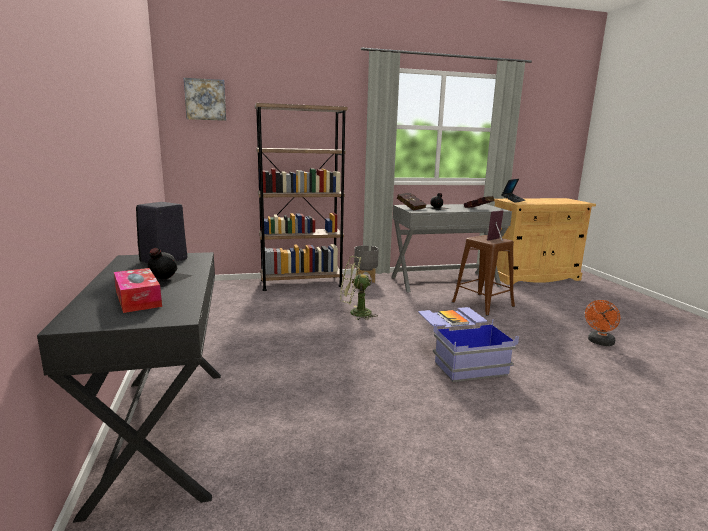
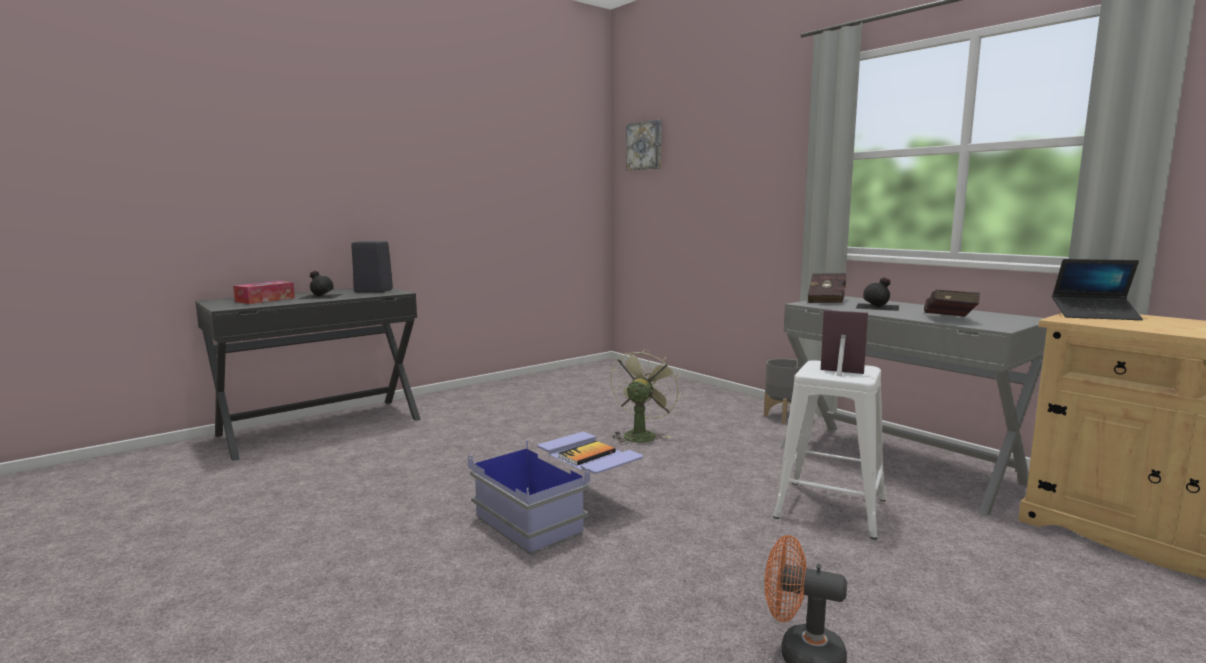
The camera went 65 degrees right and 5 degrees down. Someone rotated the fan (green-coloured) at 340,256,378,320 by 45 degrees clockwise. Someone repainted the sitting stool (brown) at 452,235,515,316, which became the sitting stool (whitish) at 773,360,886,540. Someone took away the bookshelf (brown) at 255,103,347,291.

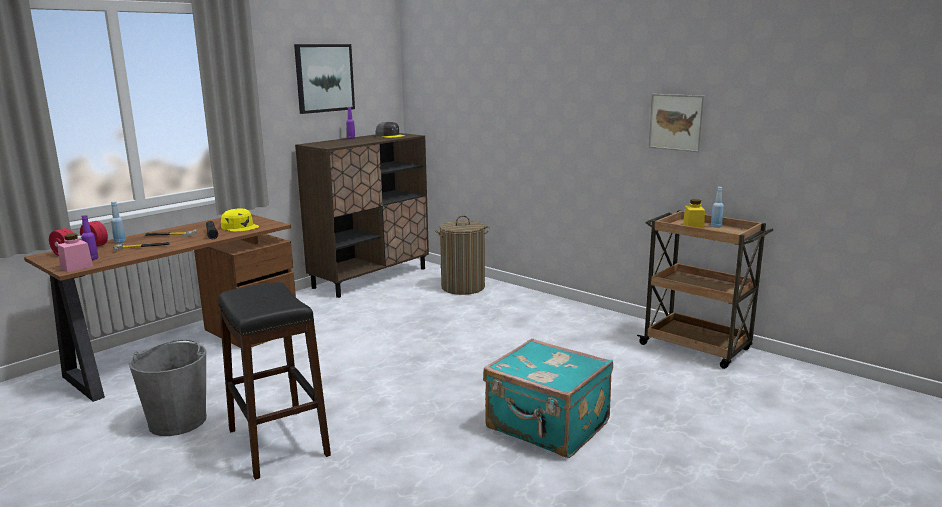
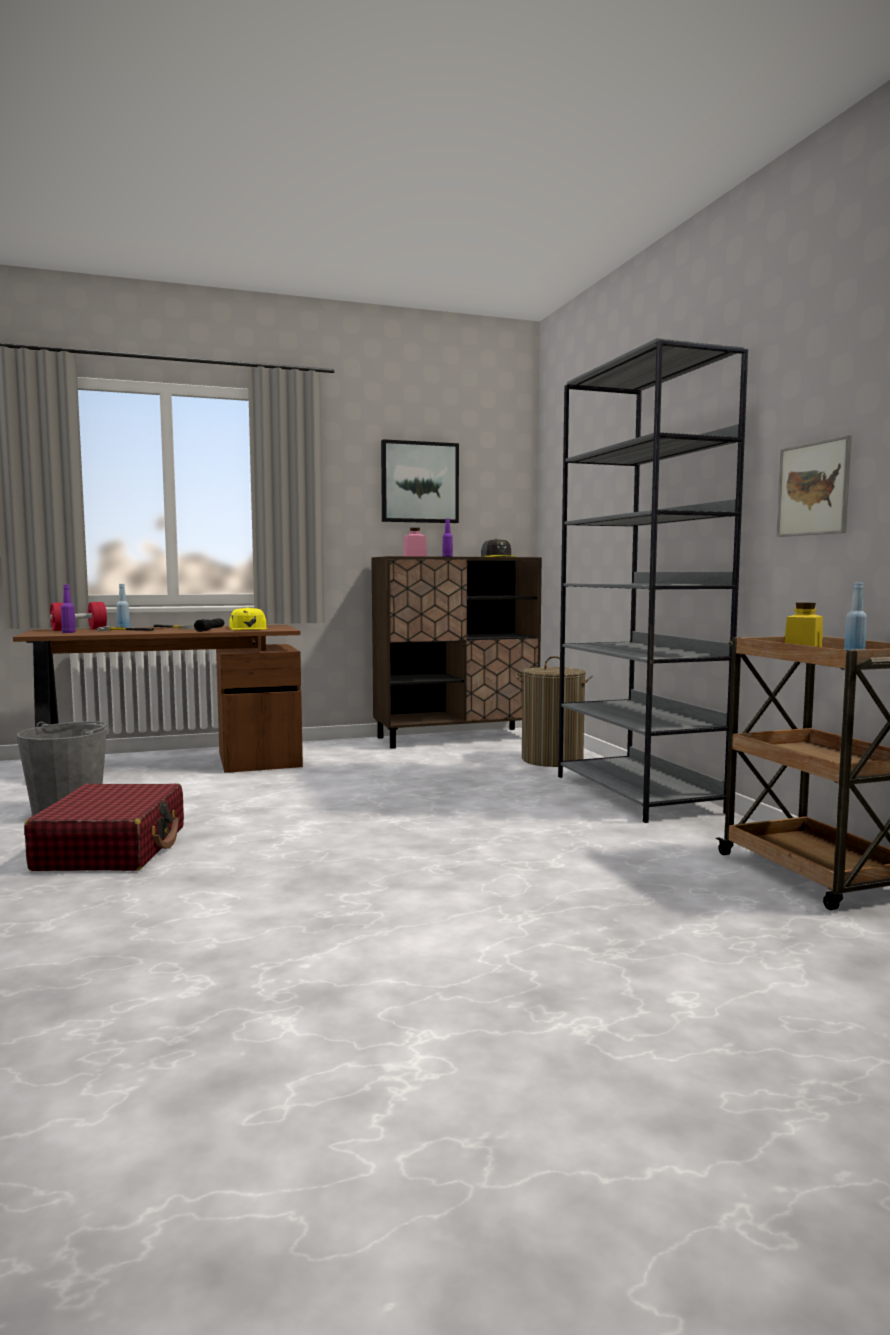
The camera went 30 degrees right and 10 degrees down. Someone swapped the sitting stool (black) at 218,282,331,480 for the travel case (red-coloured) at 24,784,184,871. Someone carried the jar (pink-coloured) from 57,234,93,272 to 403,528,427,557. Someone put down the bookshelf (greyish) at 558,338,748,823. Someone took away the travel case (turquoise-coloured) at 483,338,613,458.

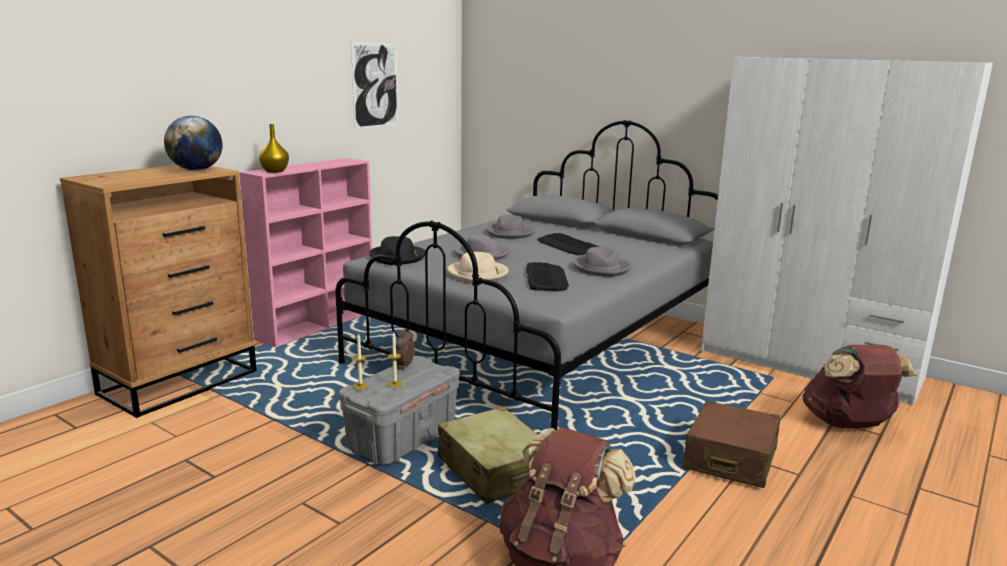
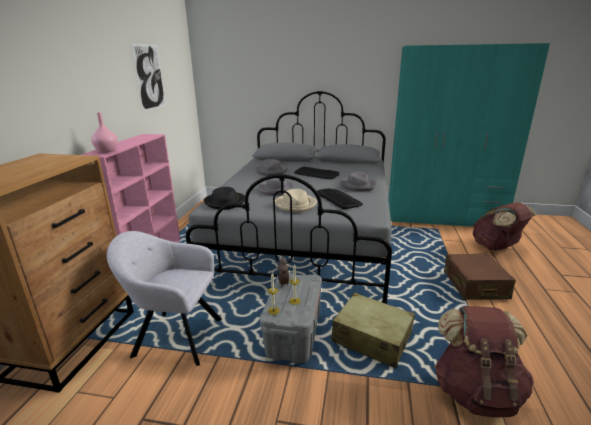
The camera went 25 degrees left and 5 degrees up. Someone repainted the decorative vase (yellow-coloured) at 259,124,289,173, which became the decorative vase (pink-coloured) at 91,112,118,153. Someone put down the armchair (greyish) at 107,231,222,366. Someone repainted the clothes cupboard (whitish) at 701,57,993,405, which became the clothes cupboard (turquoise-coloured) at 388,43,550,227. Someone took away the desk globe at 164,116,222,171.

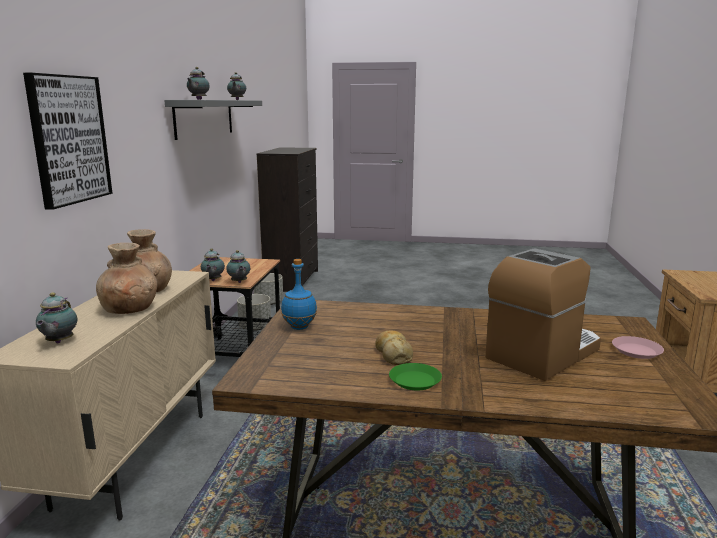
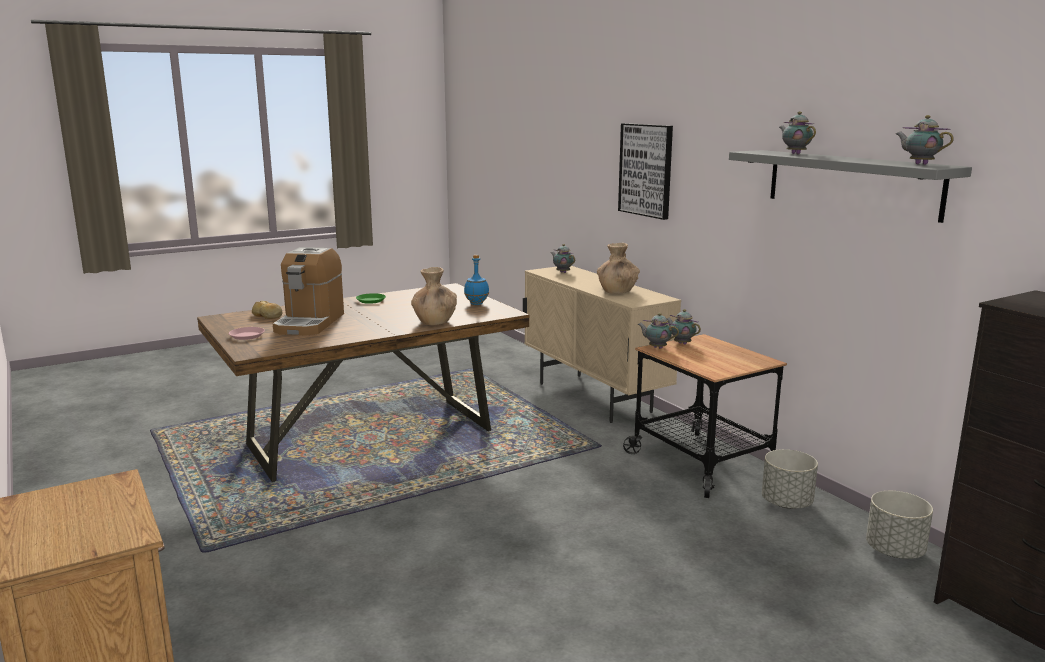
The camera went 140 degrees right and 0 degrees up. Someone carried the bakery bread from 375,331,413,365 to 252,301,282,319. Someone carried the decorative vase (brown) from 96,243,157,314 to 411,267,457,325.

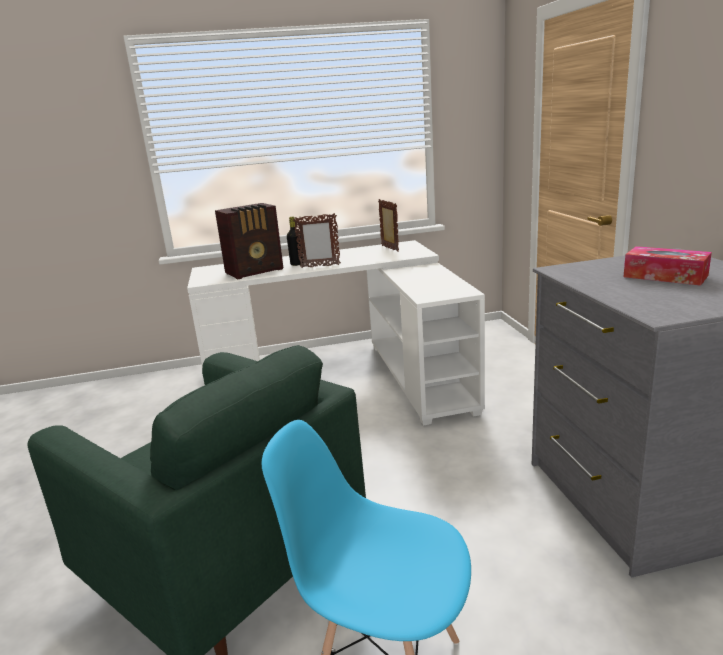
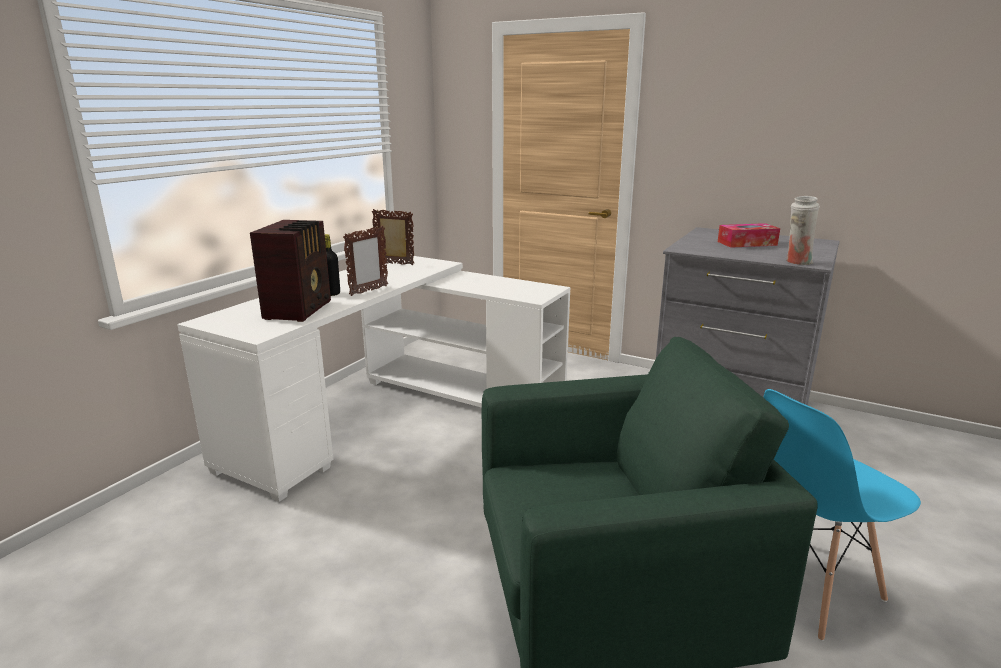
The camera went 50 degrees left and 0 degrees up. Someone put down the decorative vase (whitish) at 786,196,820,265.

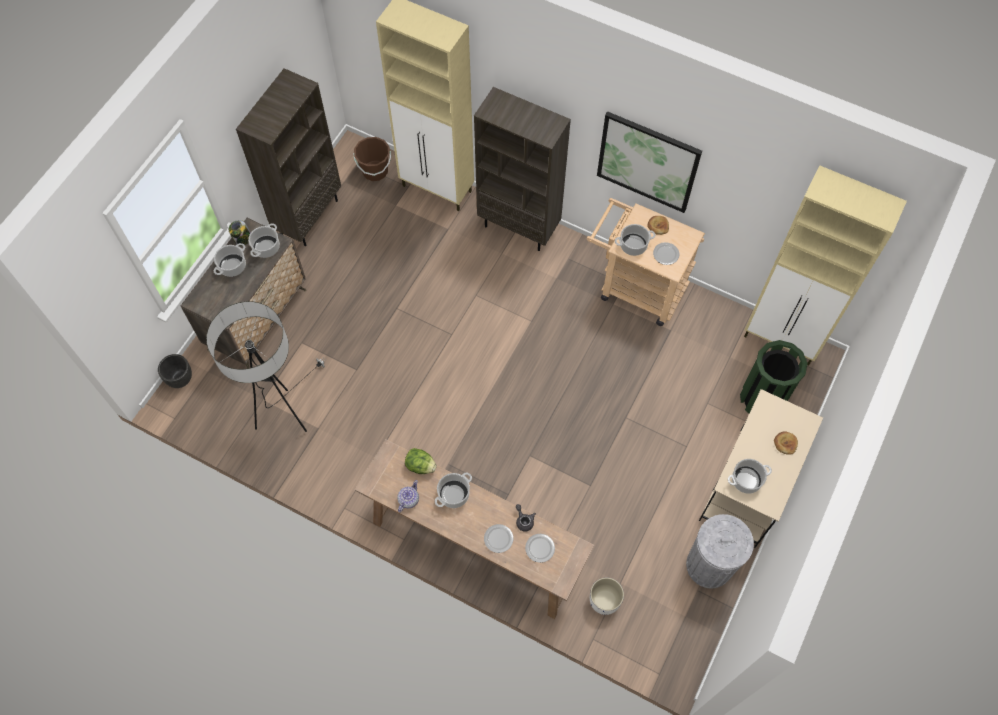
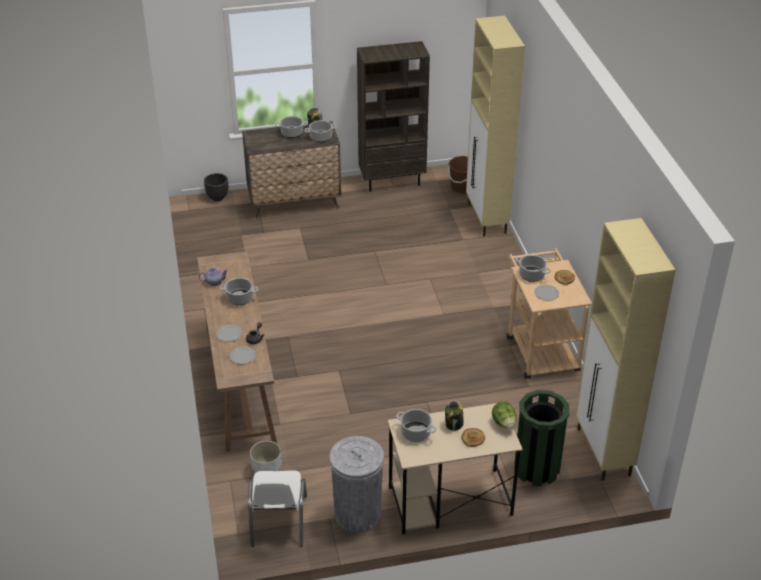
The camera went 50 degrees right and 25 degrees down. Someone put down the upright chair (whitish) at 248,470,307,547. Someone put down the jar at 445,401,464,431. Someone carried the lettuce from 405,448,437,474 to 492,401,517,430. Someone took away the standard lamp at 206,301,326,432. Someone took away the bookshelf (brown) at 474,87,571,251. Someone took away the wall art at 597,111,702,213.

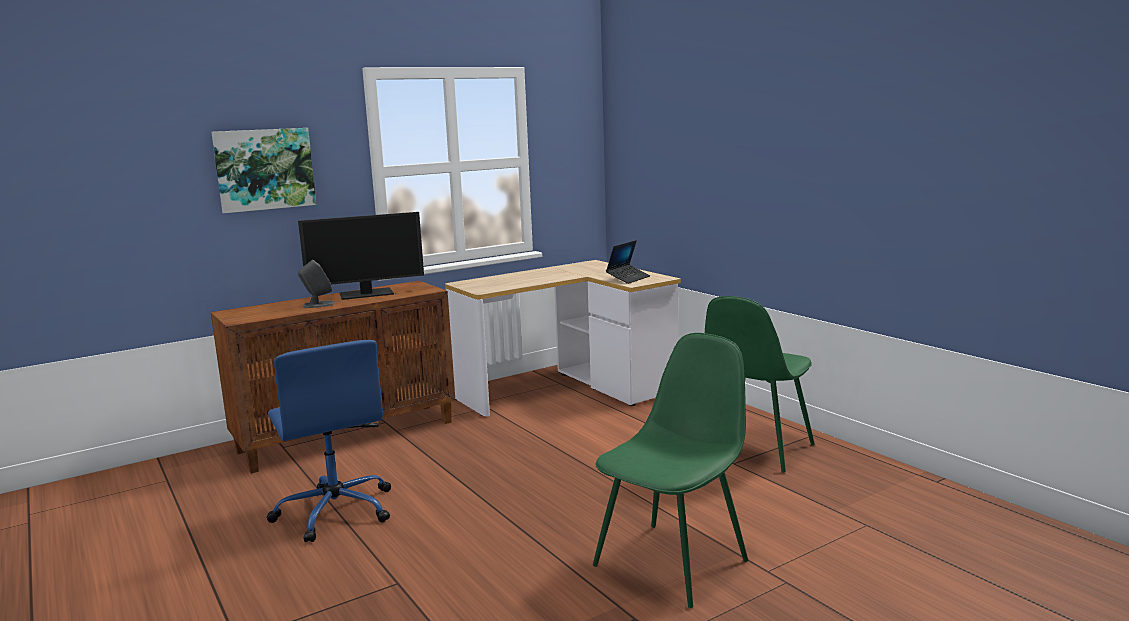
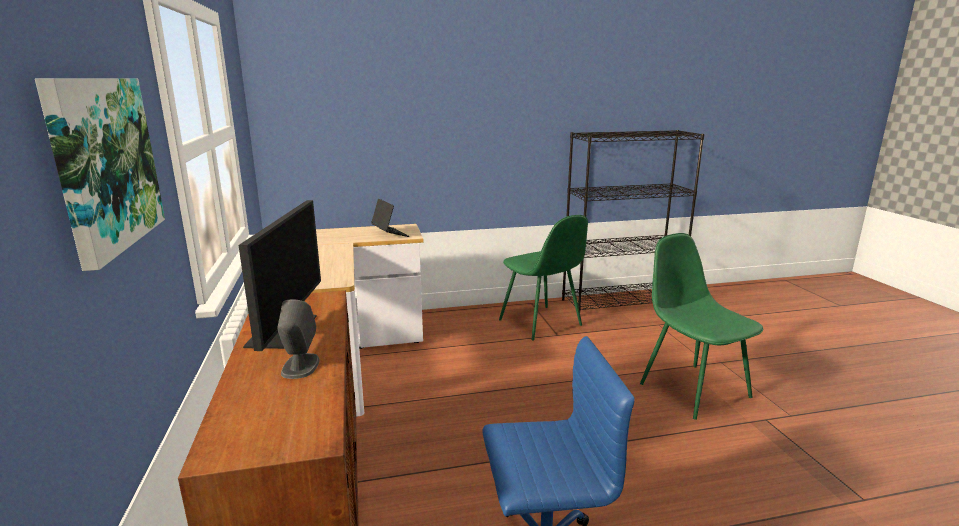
The camera went 70 degrees left and 5 degrees up. Someone put down the bookshelf (black) at 562,130,705,312.

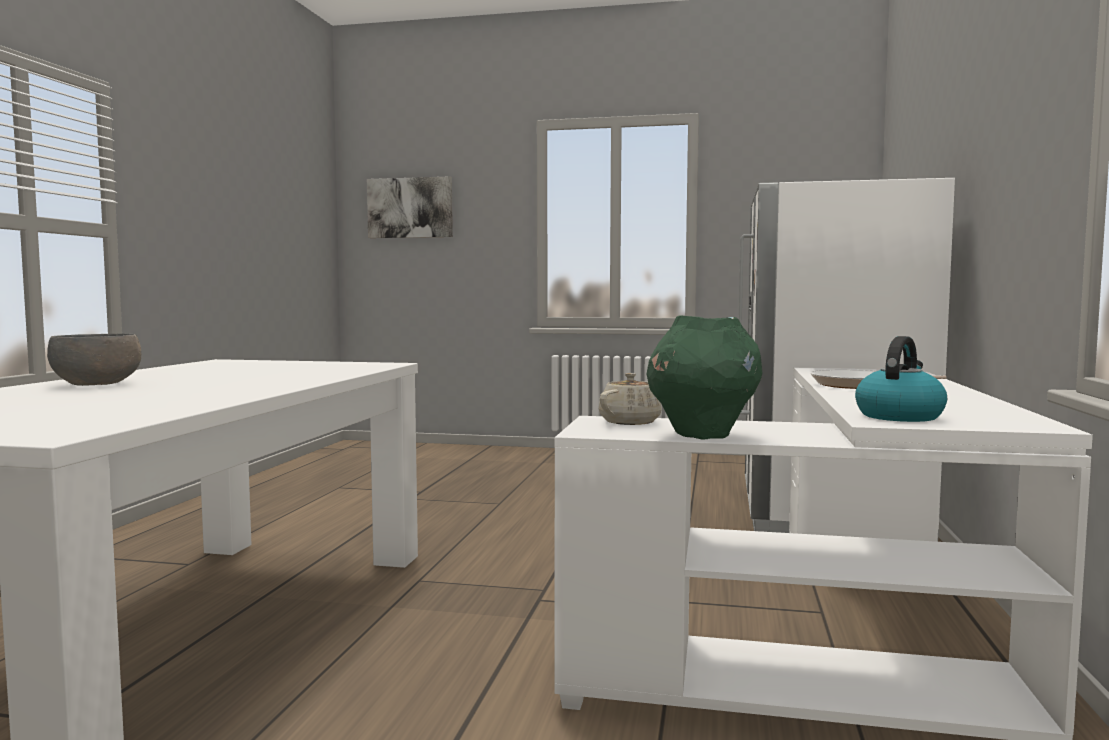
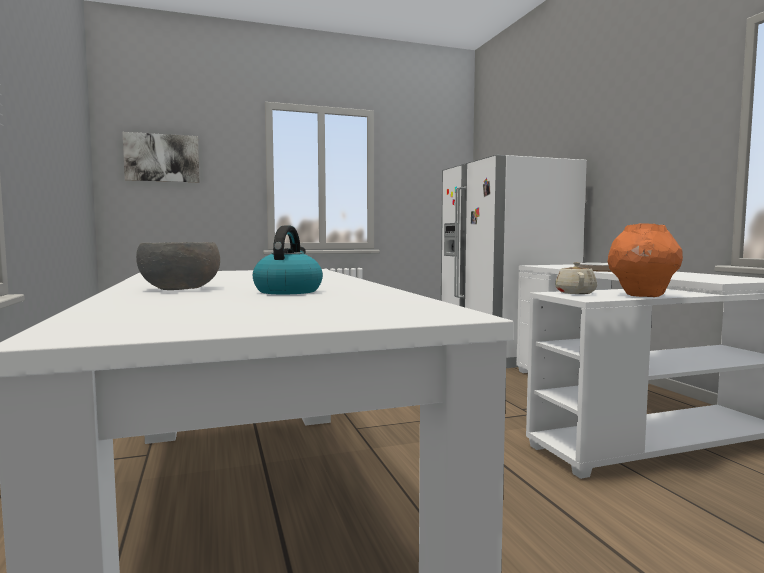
The camera went 30 degrees left and 0 degrees up. Someone carried the tea kettle from 855,336,947,422 to 253,225,323,294. Someone repainted the decorative vase (green-coloured) at 647,315,763,439, which became the decorative vase (orange-coloured) at 608,223,683,297.

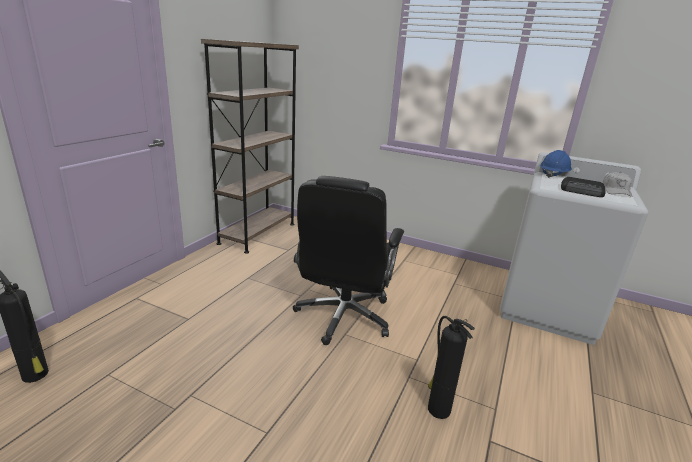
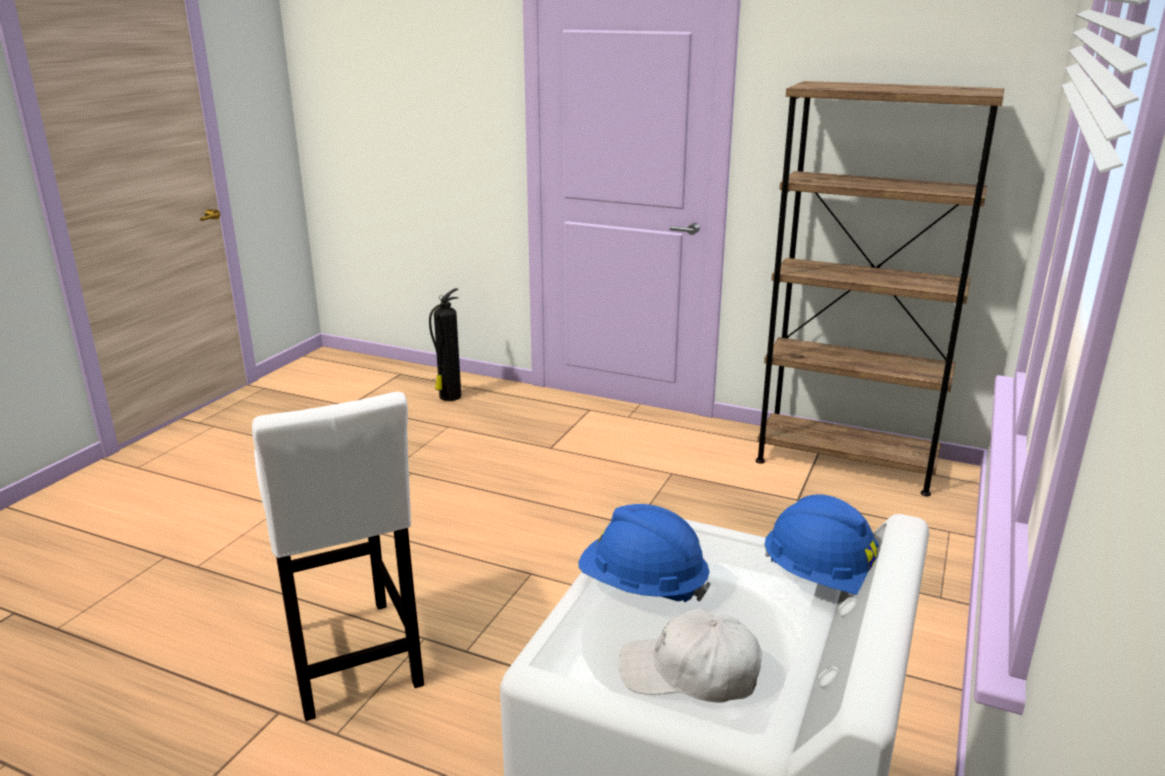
The camera went 90 degrees right and 0 degrees up. Someone swapped the fire-fighting cylinder at 428,316,475,419 for the sitting stool (whitish) at 252,392,424,721. Someone swapped the radio receiver at 561,177,605,197 for the safety helmet (blue-coloured) at 579,504,711,602. Someone took away the desk chair (black) at 293,176,404,345.

